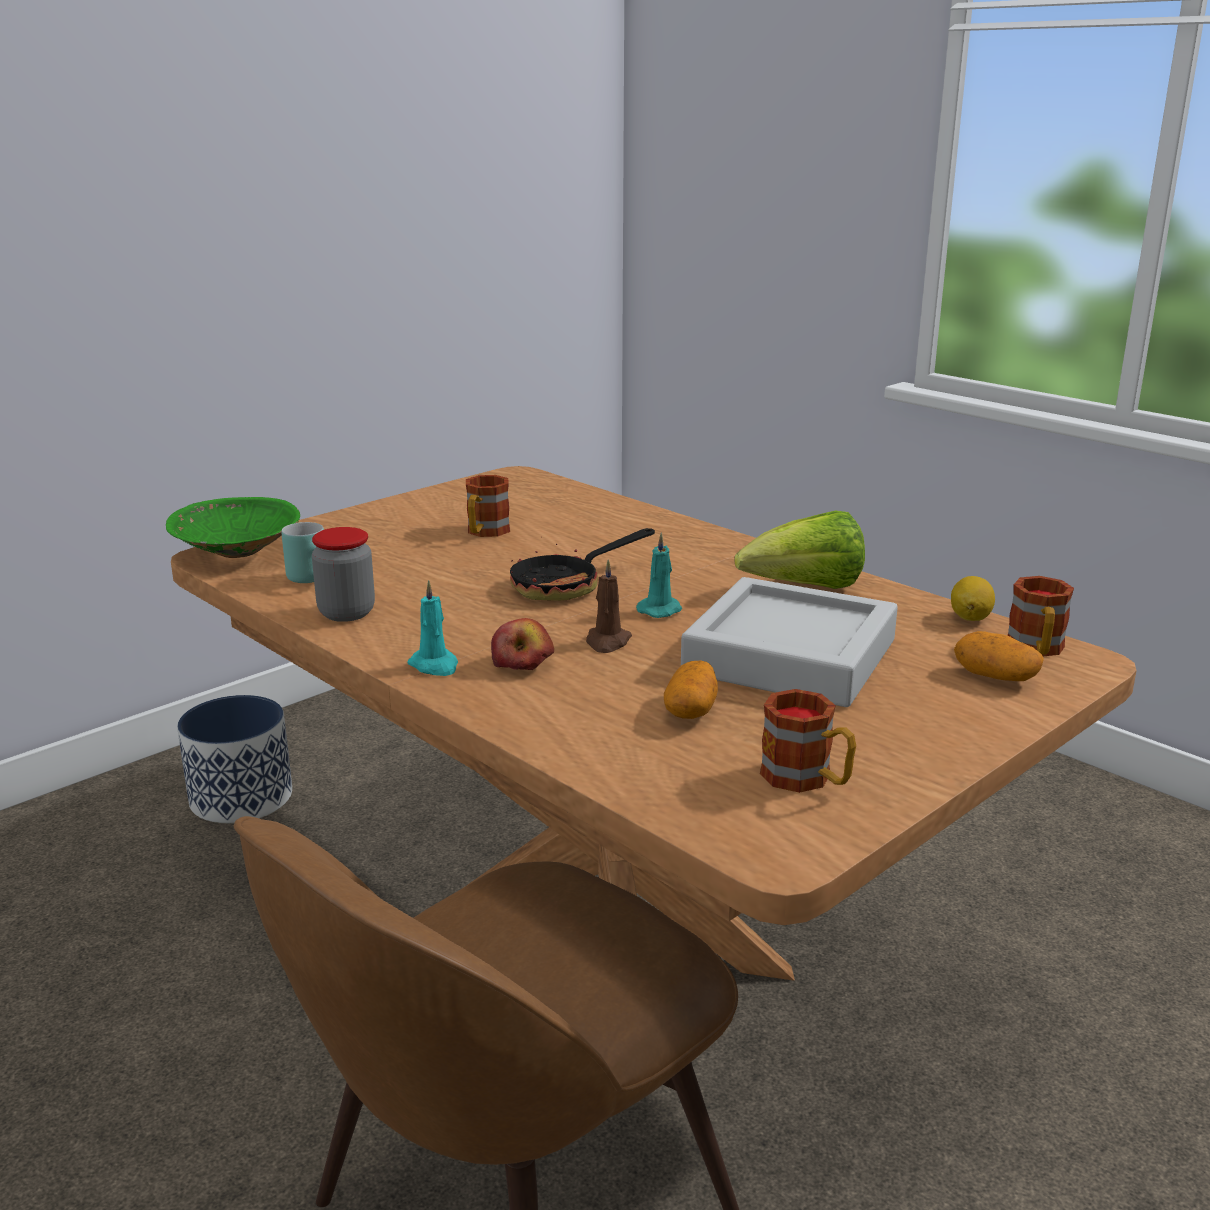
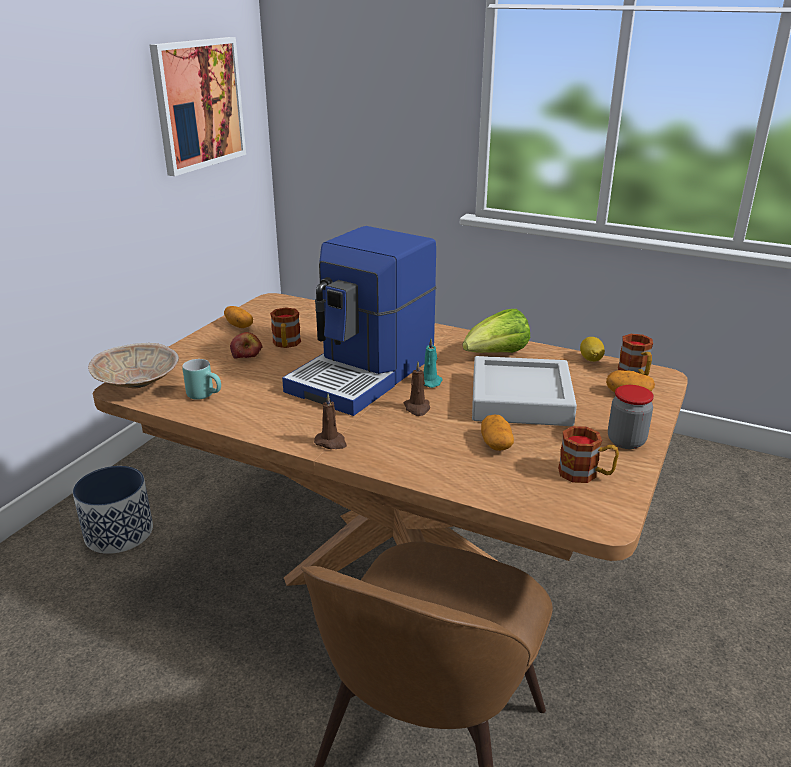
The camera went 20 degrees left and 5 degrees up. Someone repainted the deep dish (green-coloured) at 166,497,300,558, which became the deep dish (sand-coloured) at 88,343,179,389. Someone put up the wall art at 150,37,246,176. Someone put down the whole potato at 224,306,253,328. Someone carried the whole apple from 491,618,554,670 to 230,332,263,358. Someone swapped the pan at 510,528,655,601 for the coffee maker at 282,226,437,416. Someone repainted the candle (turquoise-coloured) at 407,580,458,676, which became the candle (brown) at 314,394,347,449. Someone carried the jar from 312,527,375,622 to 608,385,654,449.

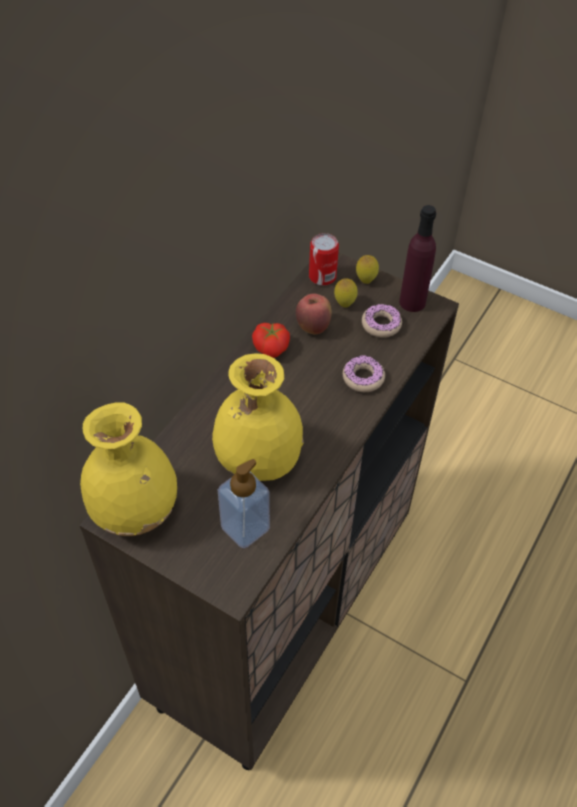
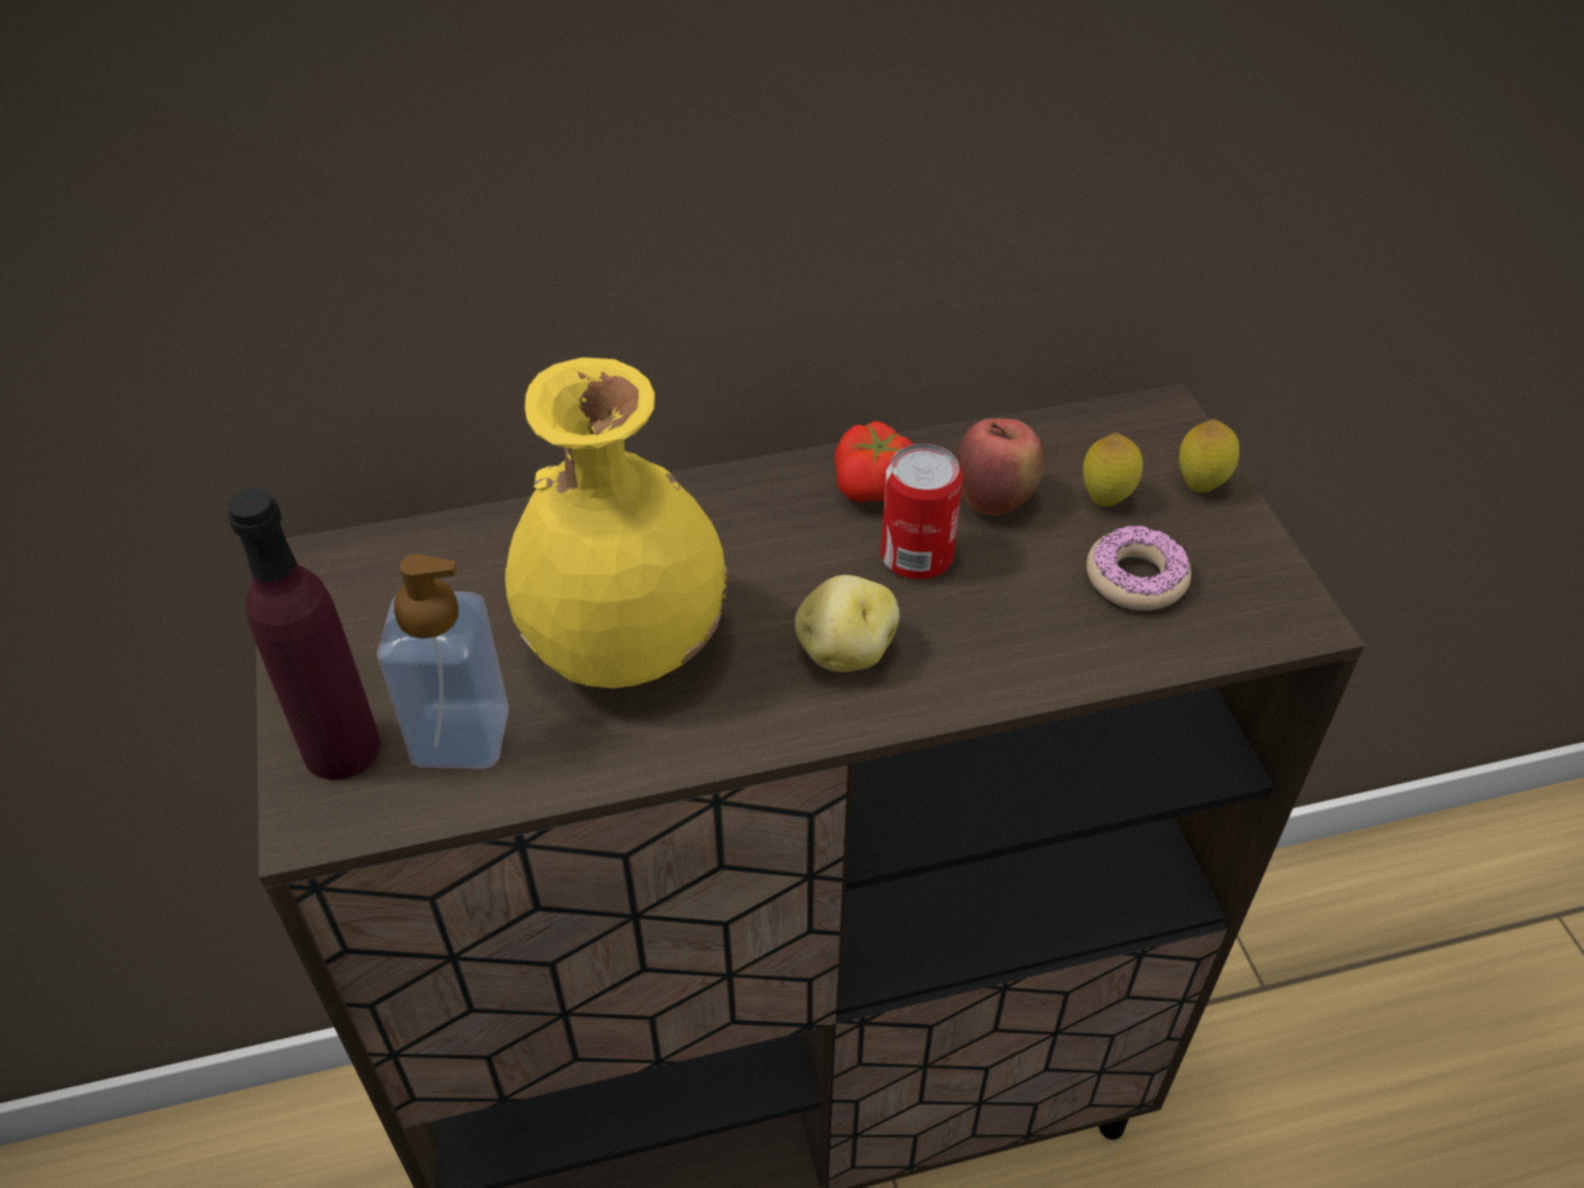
The camera went 45 degrees right and 5 degrees down. Someone carried the drink bottle (purplish) from 399,205,436,312 to 228,488,381,780. Someone put down the whole potato at 795,575,899,672. Someone carried the sealed can from 309,233,339,286 to 881,444,963,580. Someone took away the decorative vase (yellow-coloured) at 80,402,177,536. Someone took away the donut at 343,355,385,392.

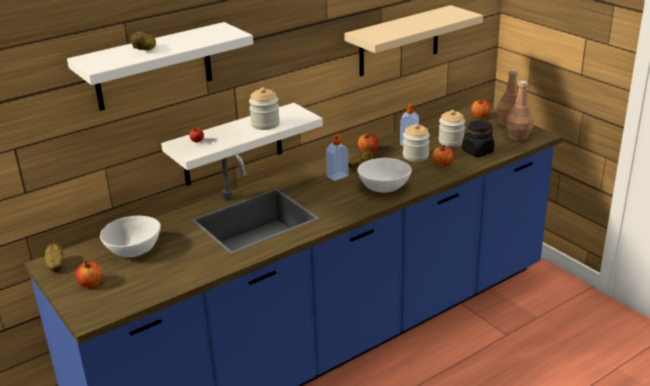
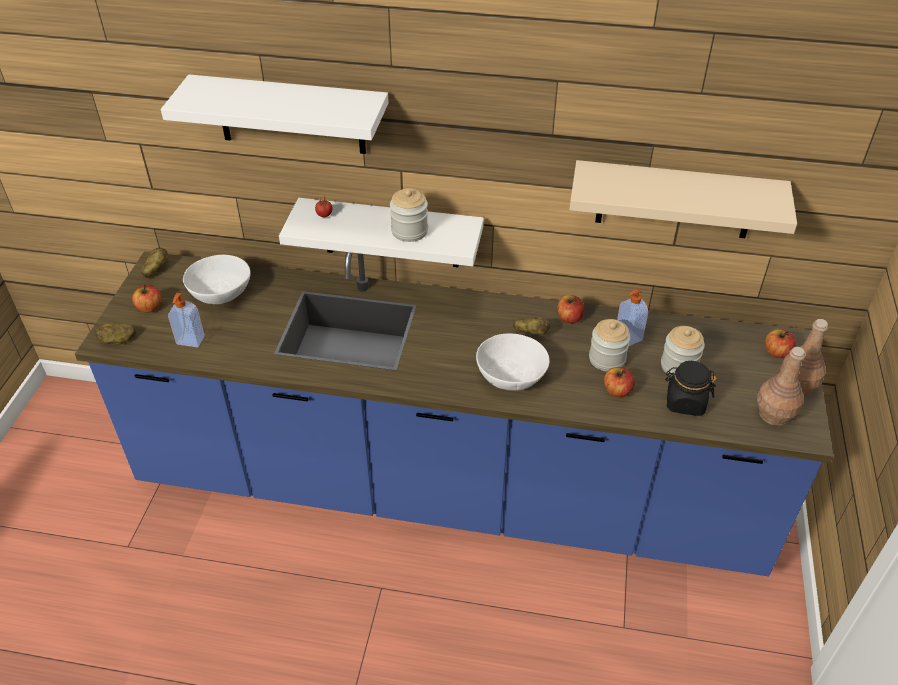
The camera went 45 degrees right and 15 degrees up. Someone carried the whole potato from 130,32,156,50 to 95,323,136,345. Someone carried the soap bottle from 326,134,349,181 to 168,293,205,347.

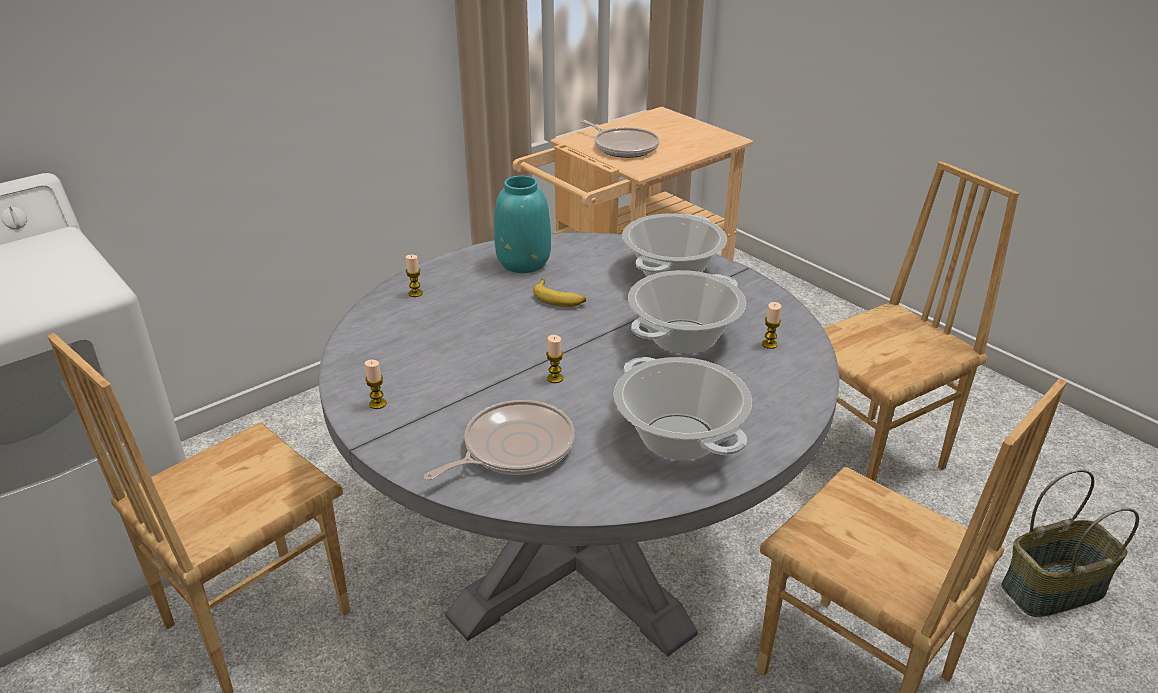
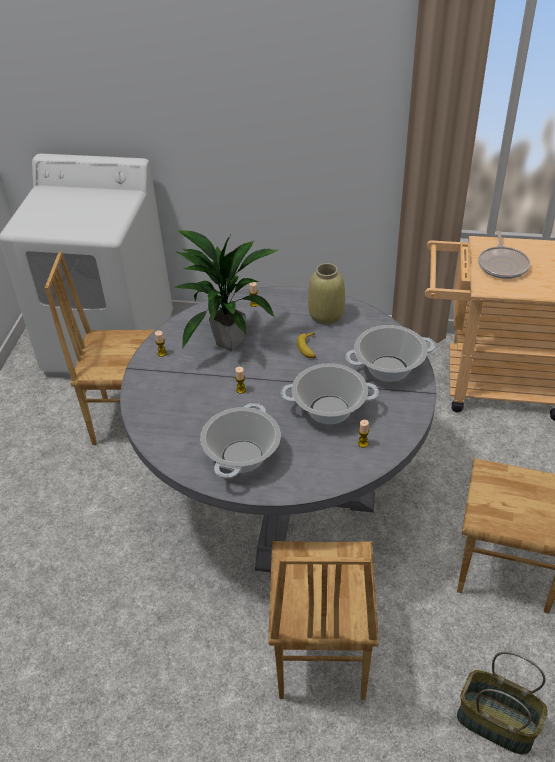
The camera went 50 degrees right and 10 degrees up. Someone put down the plant in a pot at 175,229,280,351. Someone repainted the decorative vase (turquoise-coloured) at 494,176,551,273, which became the decorative vase (sand-coloured) at 308,263,345,325. Someone took away the pan at 424,400,574,480.

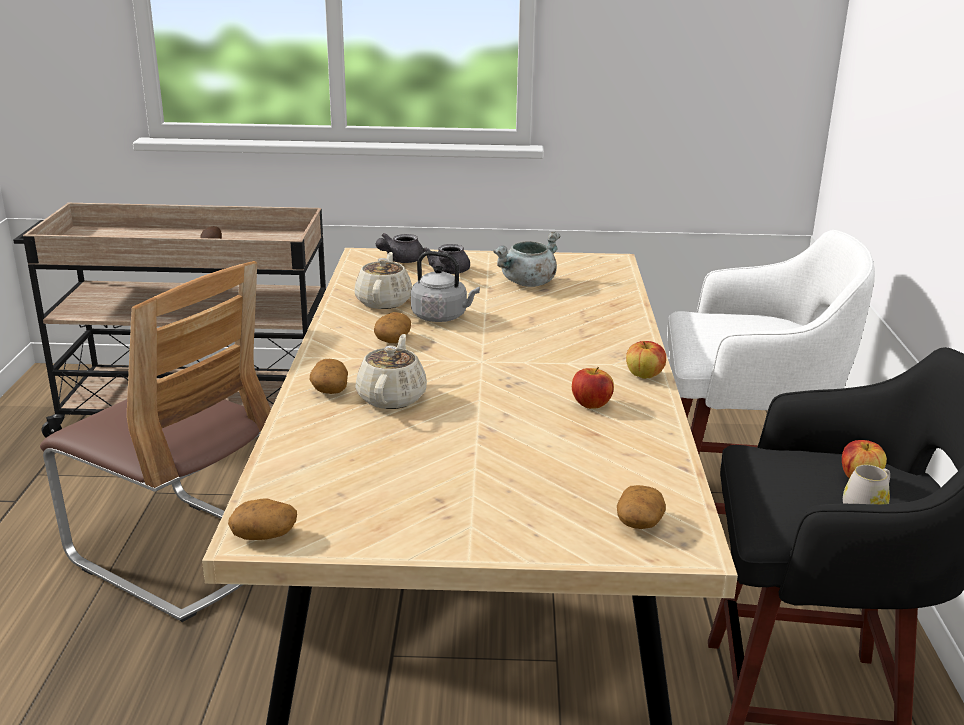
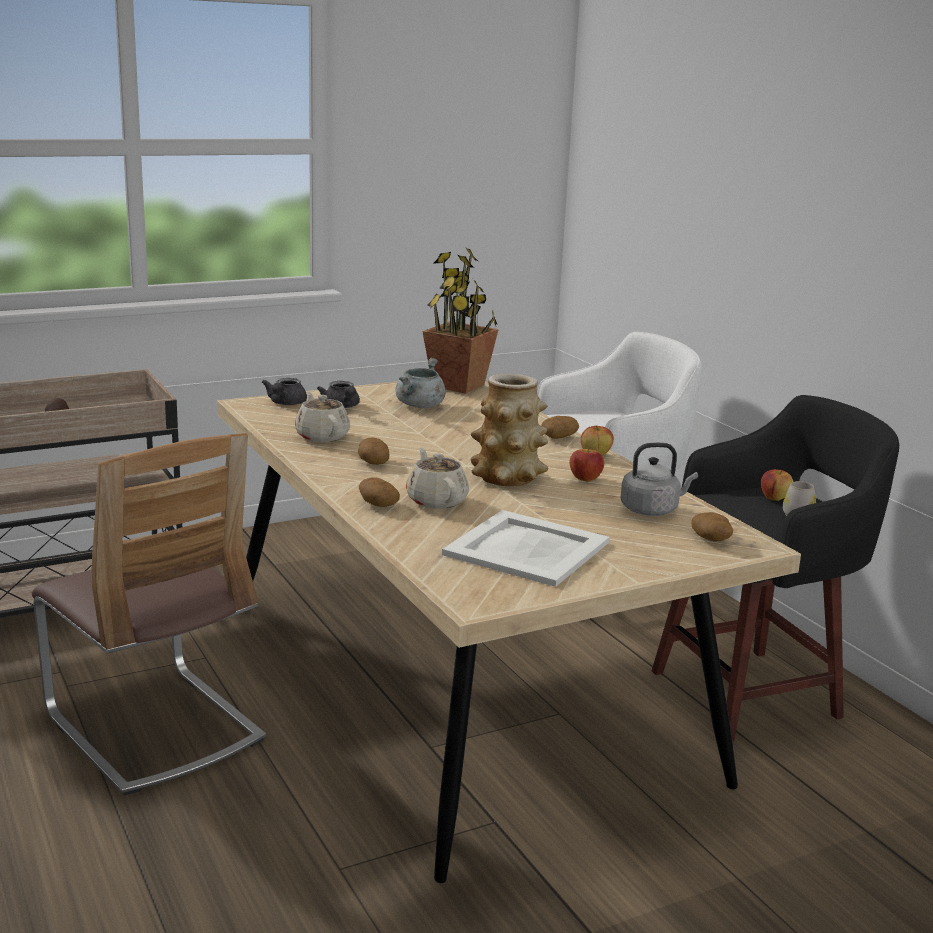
The camera went 30 degrees left and 5 degrees down. Someone rotated the upright chair at 40,261,271,622 by 45 degrees clockwise. Someone put down the plant in a pot at 422,248,499,394. Someone put down the serving tray (whitish) at 442,510,610,587. Someone put down the decorative vase at 470,373,548,486. Someone carried the whole potato from 228,499,297,540 to 542,416,579,439. Someone carried the tea kettle (greyish) from 411,251,480,322 to 621,443,698,516.

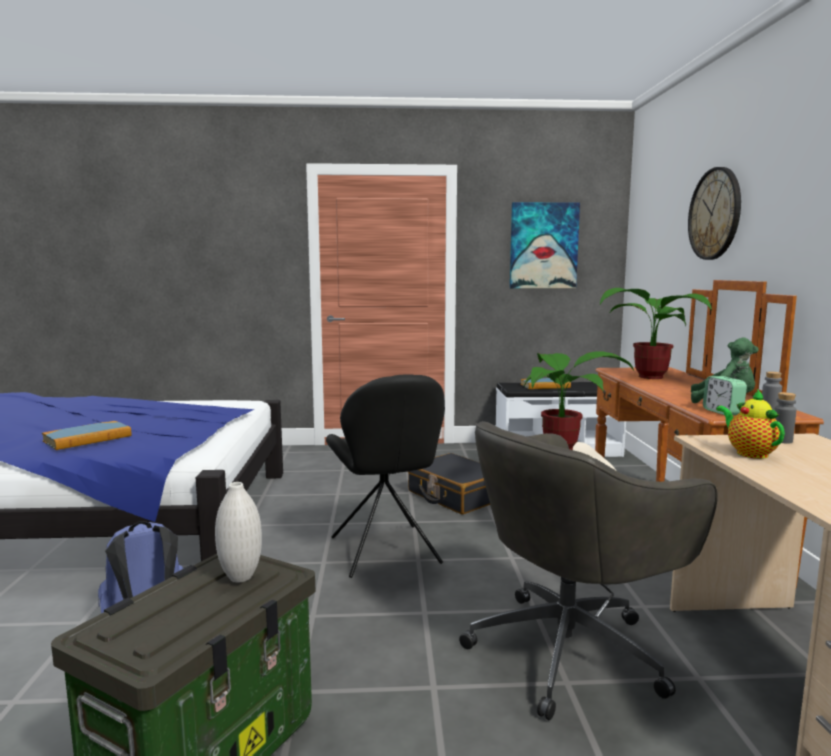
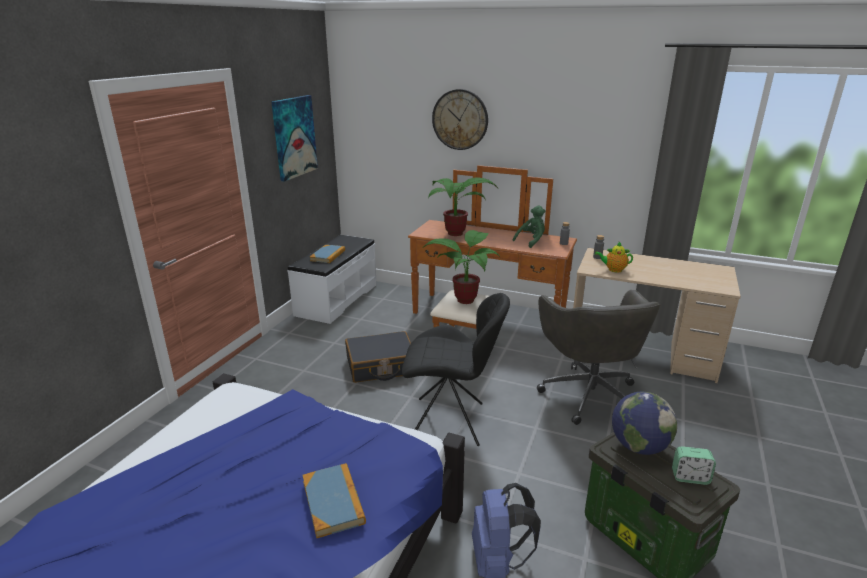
The camera went 65 degrees left and 15 degrees up. Someone swapped the decorative vase (whitish) at 215,482,262,582 for the desk globe at 612,392,677,455. Someone carried the table clock from 703,376,747,415 to 672,446,716,485.

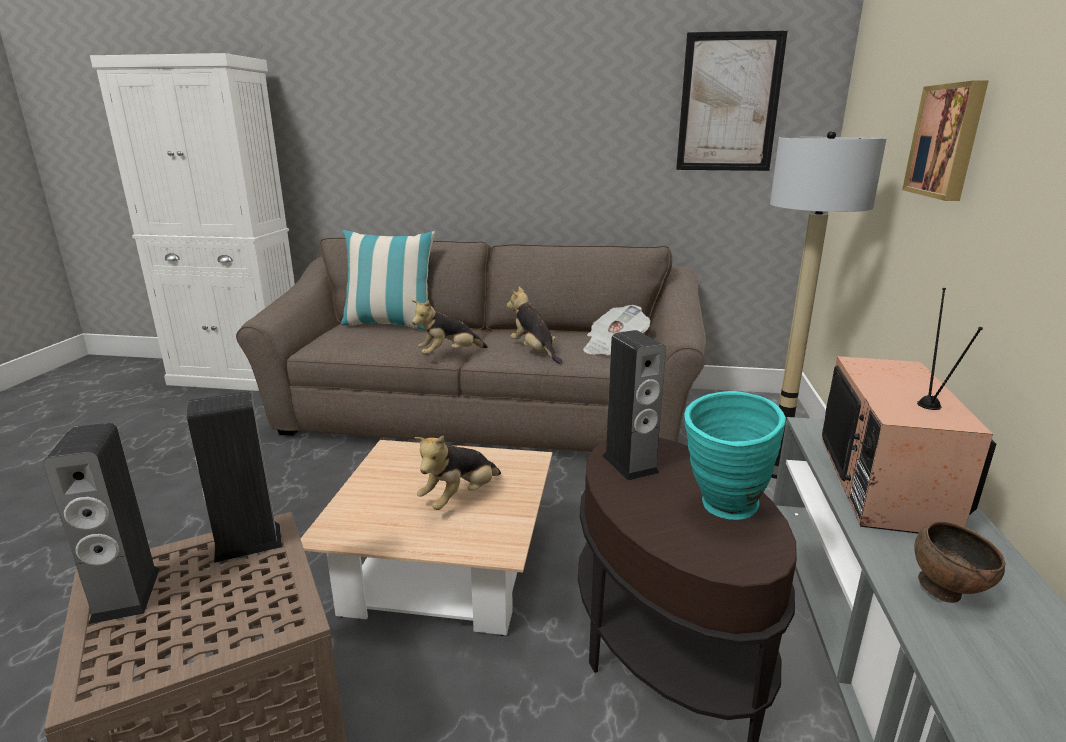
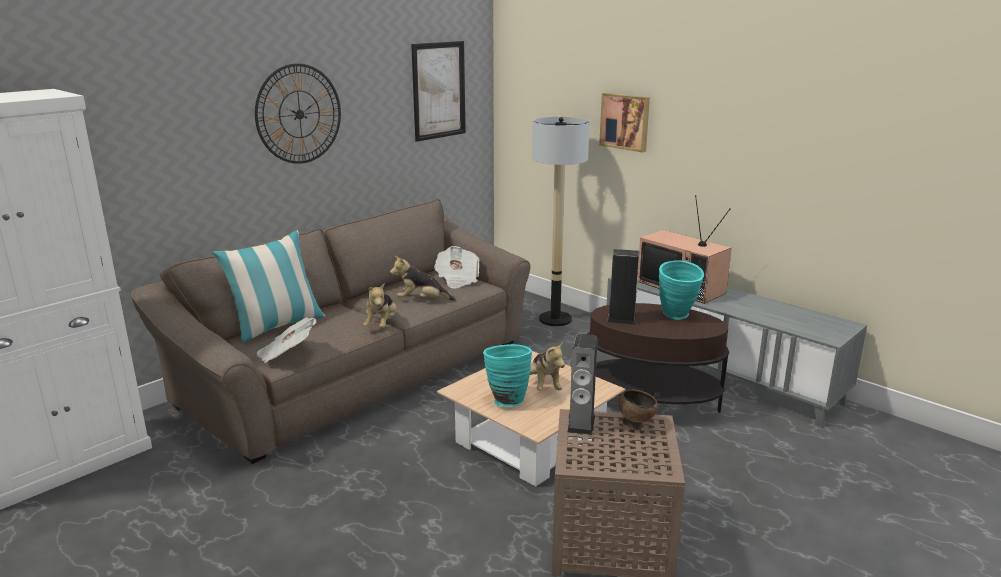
The camera went 55 degrees left and 0 degrees up. Someone put up the wall clock at 255,63,341,164. Someone put down the newspaper at 256,317,316,363. Someone put down the decorative vase (turquoise-coloured) at 483,344,532,407. Someone carried the deep dish (brown) from 914,522,1005,603 to 618,390,658,429. Someone took away the audio speaker at 43,423,160,624.

